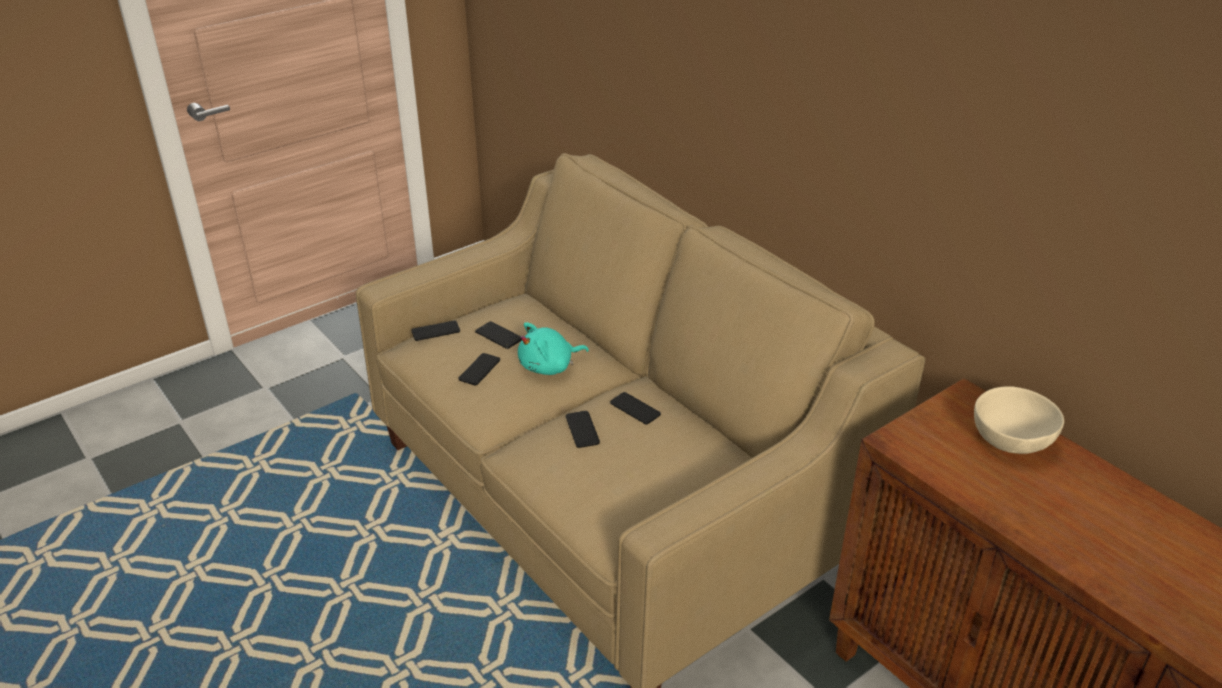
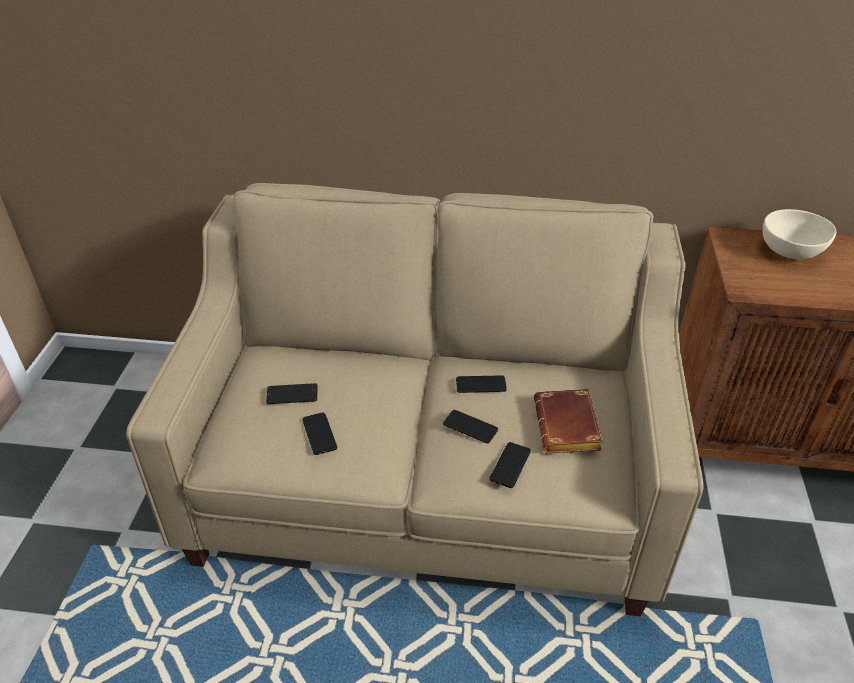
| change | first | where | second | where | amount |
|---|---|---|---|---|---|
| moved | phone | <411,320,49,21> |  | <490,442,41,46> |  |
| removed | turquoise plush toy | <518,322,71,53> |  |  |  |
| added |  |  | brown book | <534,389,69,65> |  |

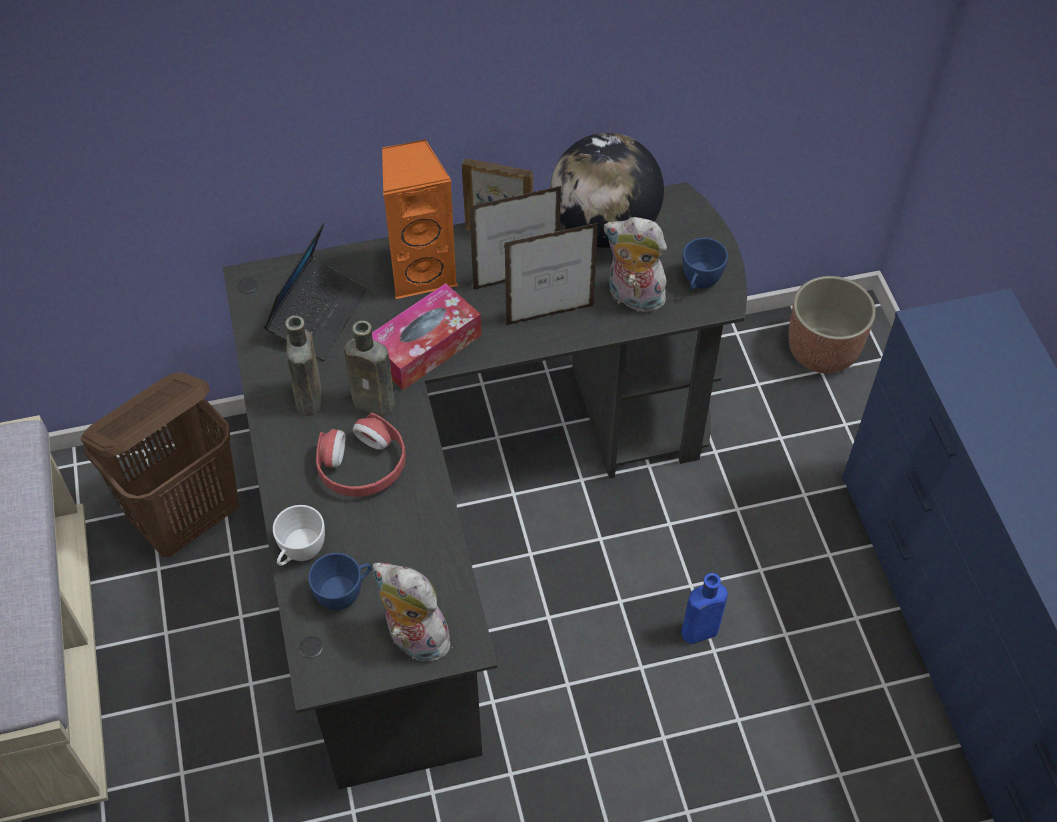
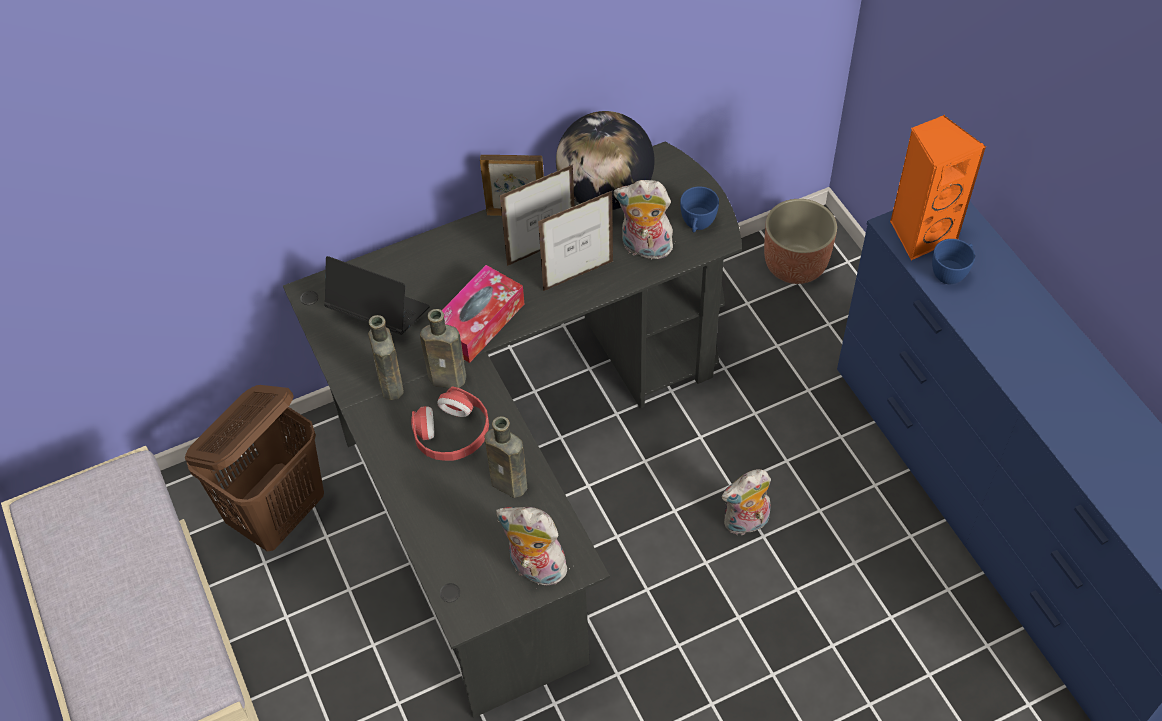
| change | first | where | second | where | amount |
|---|---|---|---|---|---|
| turned | laptop | <264,223,103,138> |  | <324,256,106,79> | 75 degrees counterclockwise |
| removed | white cup | <273,505,52,61> |  |  |  |
| moved | blue cup | <308,553,64,57> |  | <932,239,43,45> |  |
| moved | orange speaker | <382,139,76,160> |  | <890,115,96,145> |  |
| replaced | blue bottle | <681,573,47,71> | plush toy | <722,469,49,67> |  |
| added |  |  | brown bottle | <484,416,43,82> |  |

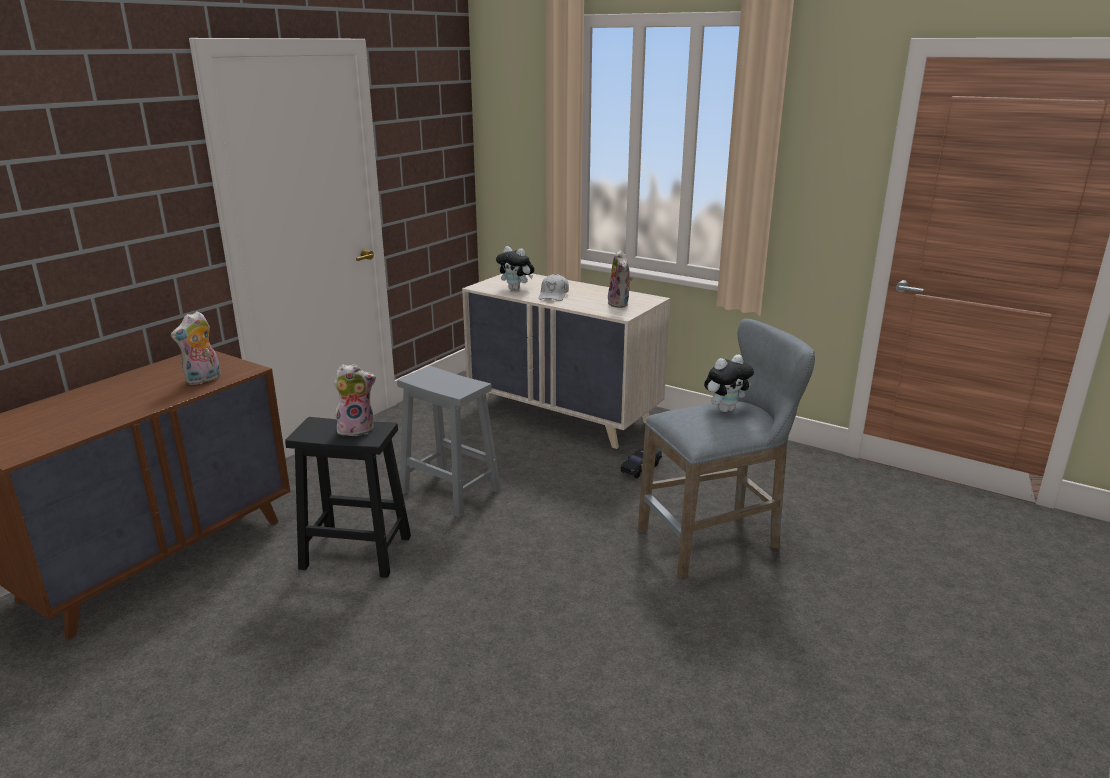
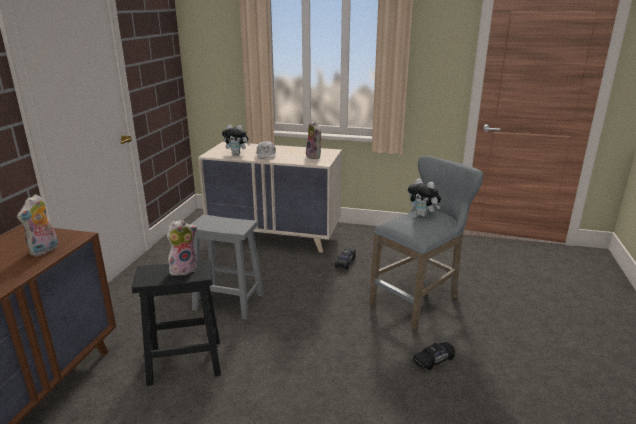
| change | first | where | second | where | amount |
|---|---|---|---|---|---|
| turned | plush toy | <704,355,50,57> |  | <408,178,33,39> | 90 degrees clockwise |
| added |  |  | black toy car | <413,342,42,28> |  |

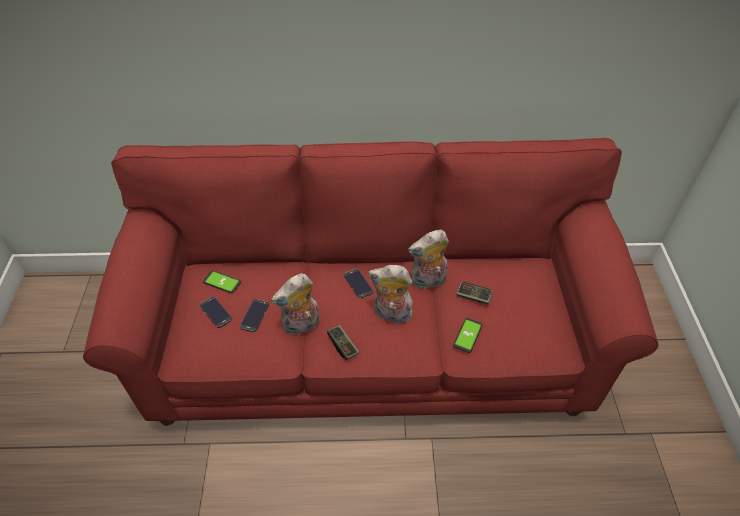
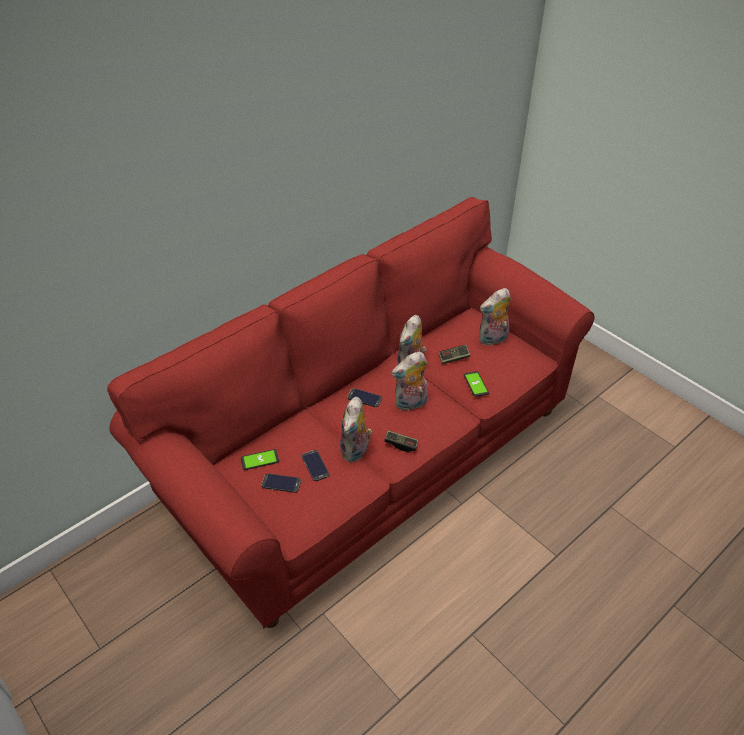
| change | first | where | second | where | amount |
|---|---|---|---|---|---|
| added |  |  | plush toy | <479,288,32,58> |  |

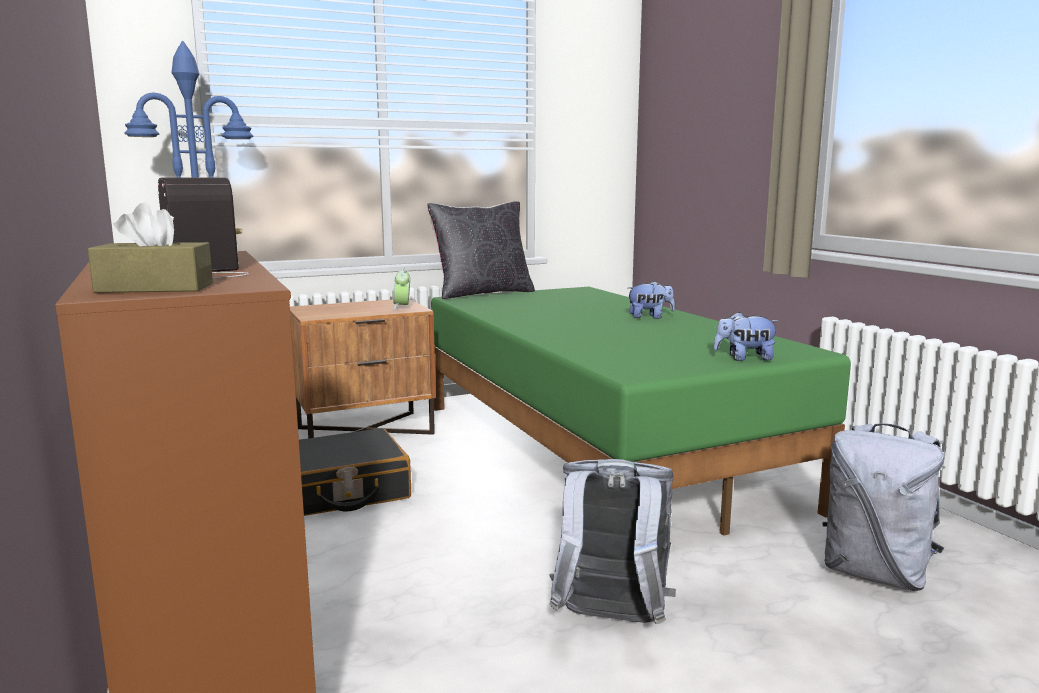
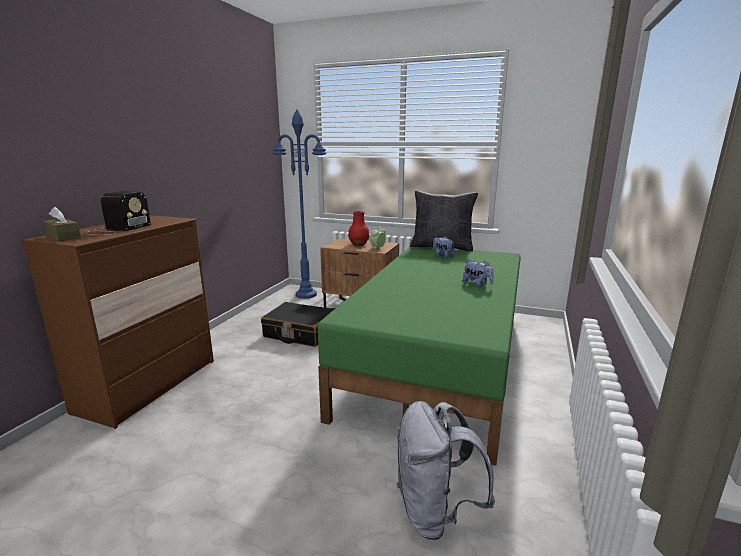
| change | first | where | second | where | amount |
|---|---|---|---|---|---|
| removed | grey backpack | <549,459,127,165> |  |  |  |
| moved | plush toy | <714,312,66,49> |  | <433,236,22,22> |  |
| added |  |  | red vase | <348,211,21,35> |  |

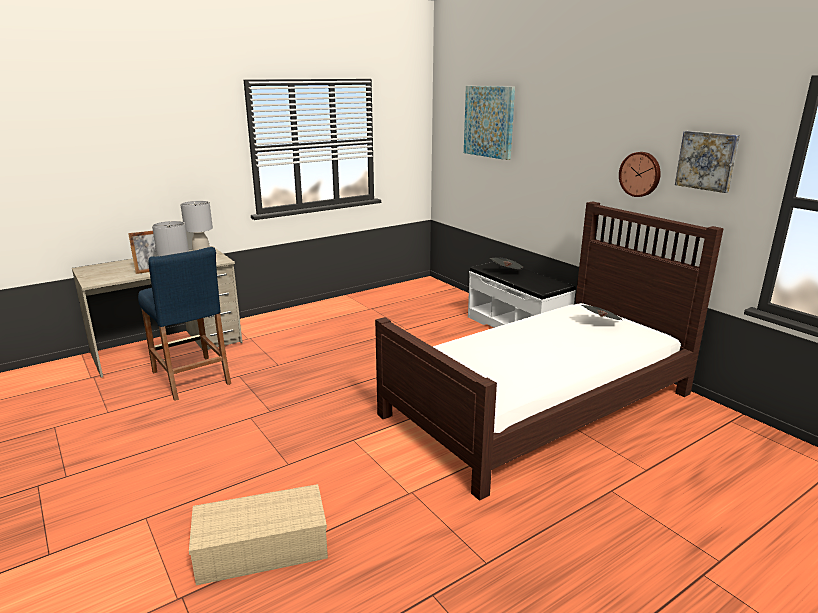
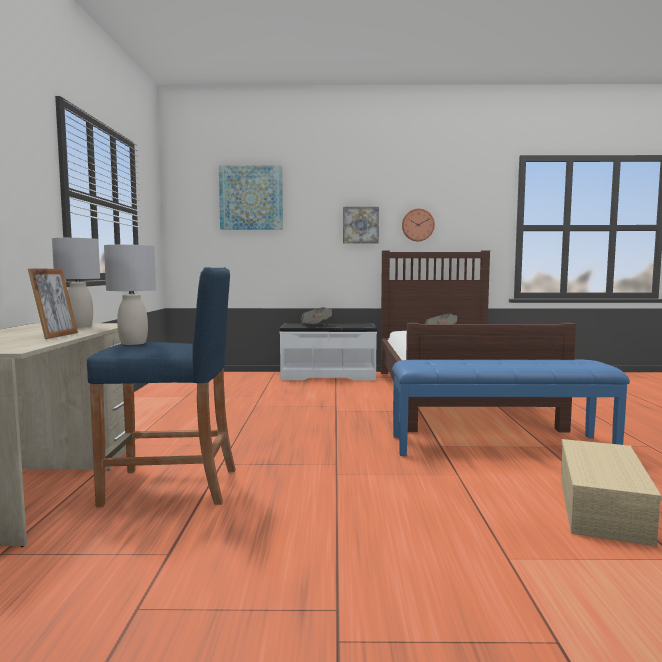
| change | first | where | second | where | amount |
|---|---|---|---|---|---|
| moved | picture | <675,131,65,62> |  | <343,207,36,36> |  |
| added |  |  | blue bench | <392,359,238,97> |  |

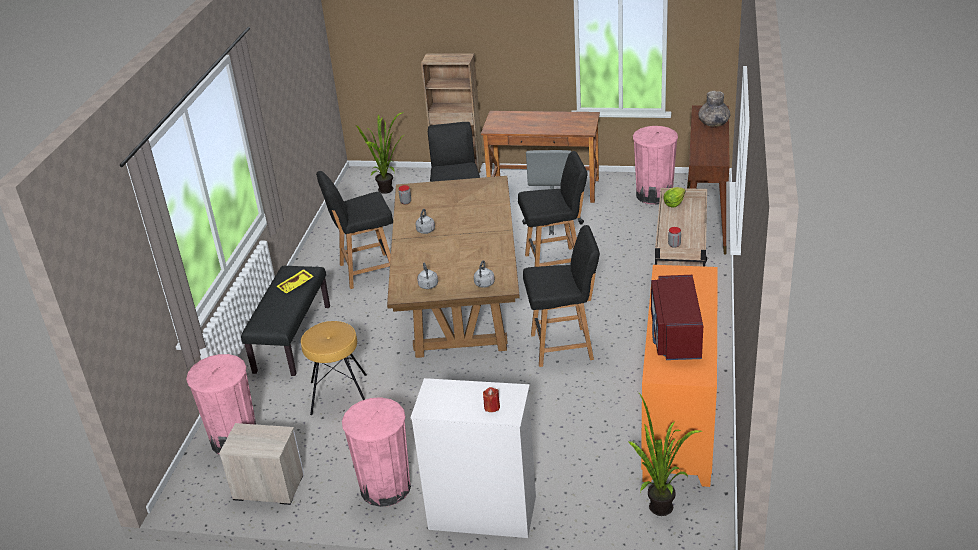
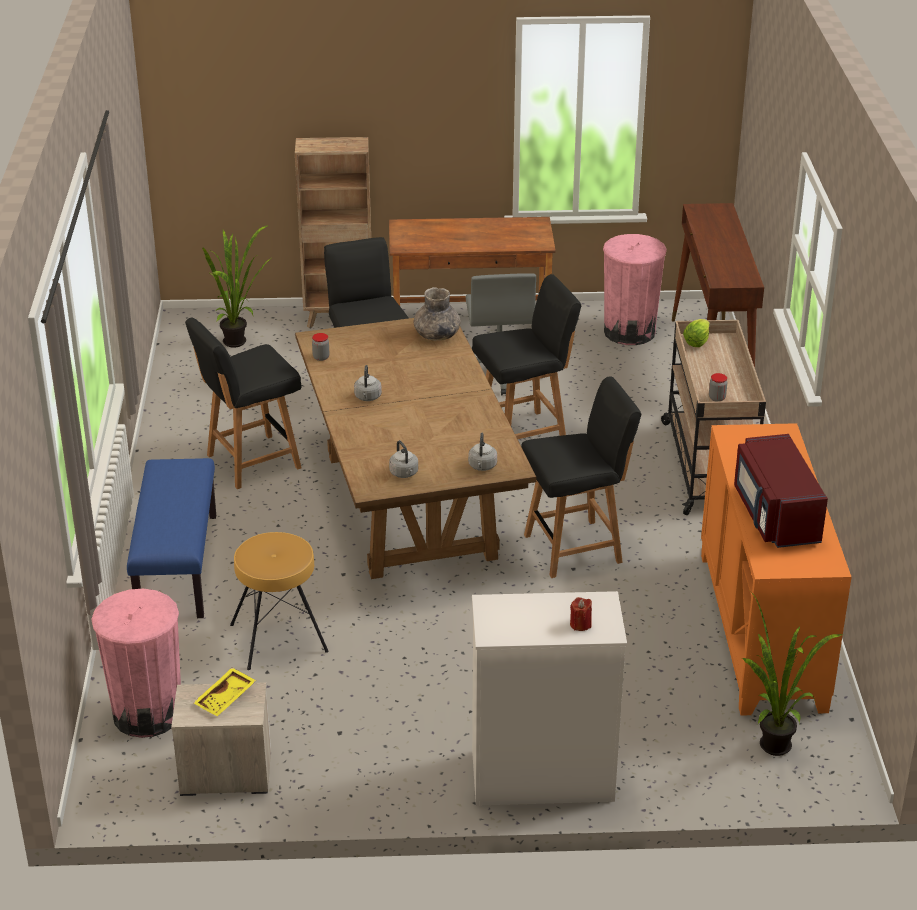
| change | first | where | second | where | amount |
|---|---|---|---|---|---|
| recoloured | black bench | <241,266,89,110> | blue bench | <127,458,89,160> |  |
| moved | yellow tray | <277,269,37,25> |  | <193,668,63,48> |  |
| removed | pink trash can | <342,397,69,110> |  |  |  |
| moved | grey vase | <698,91,33,36> |  | <414,287,47,54> |  |

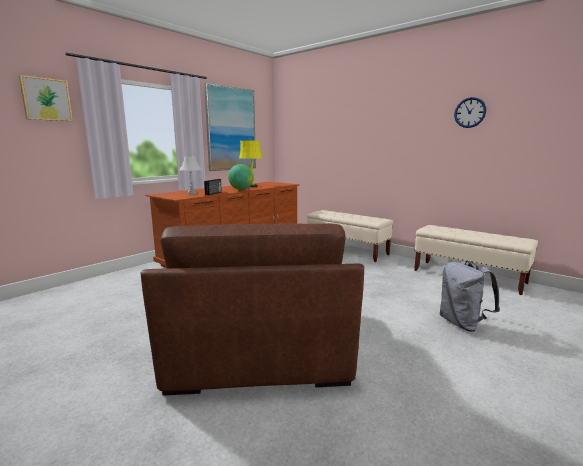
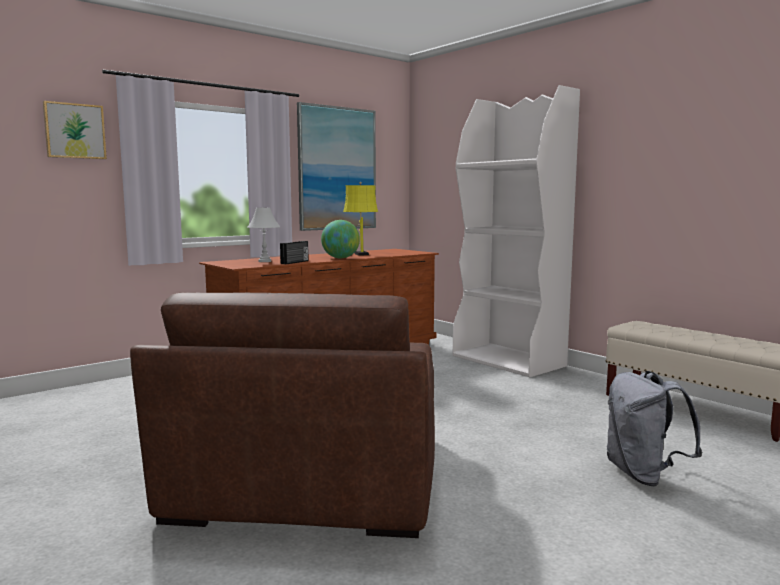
| change | first | where | second | where | amount |
|---|---|---|---|---|---|
| replaced | beige bench | <307,210,86,52> | white bookcase | <453,85,127,292> |  |
| removed | wall clock | <454,97,32,31> |  |  |  |

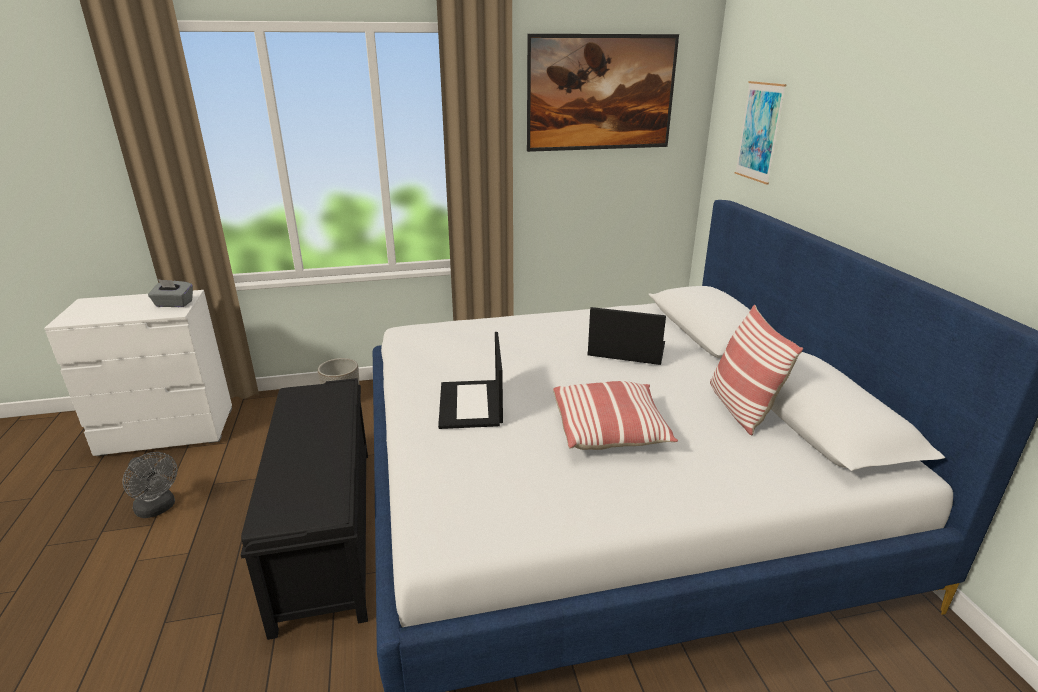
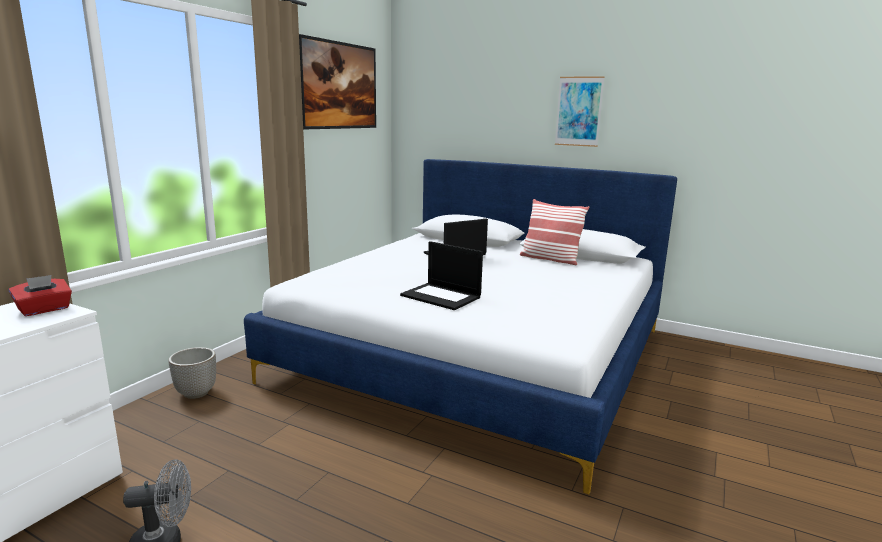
| change | first | where | second | where | amount |
|---|---|---|---|---|---|
| recoloured | grey tissue box | <148,279,45,28> | red tissue box | <9,275,63,41> |  |
| removed | black bench | <241,378,127,262> |  |  |  |
| removed | pillow | <553,381,125,69> |  |  |  |
| moved | picture | <735,81,52,103> |  | <555,76,50,71> |  |

